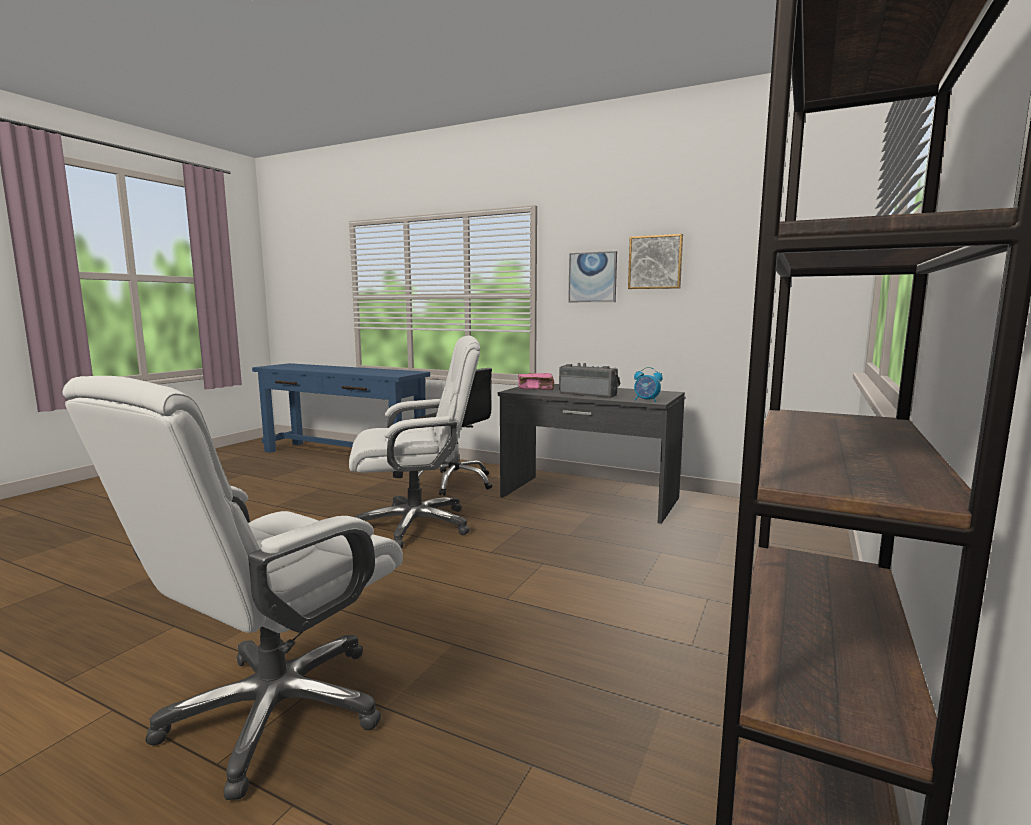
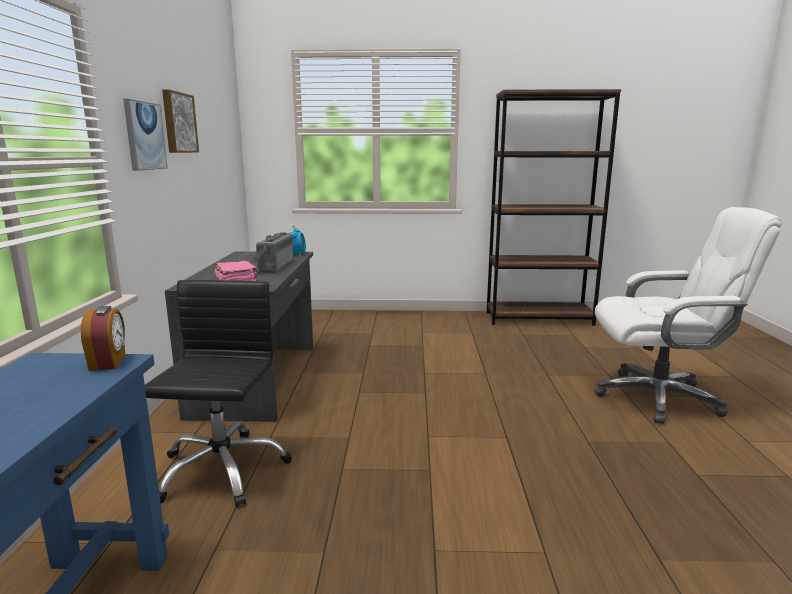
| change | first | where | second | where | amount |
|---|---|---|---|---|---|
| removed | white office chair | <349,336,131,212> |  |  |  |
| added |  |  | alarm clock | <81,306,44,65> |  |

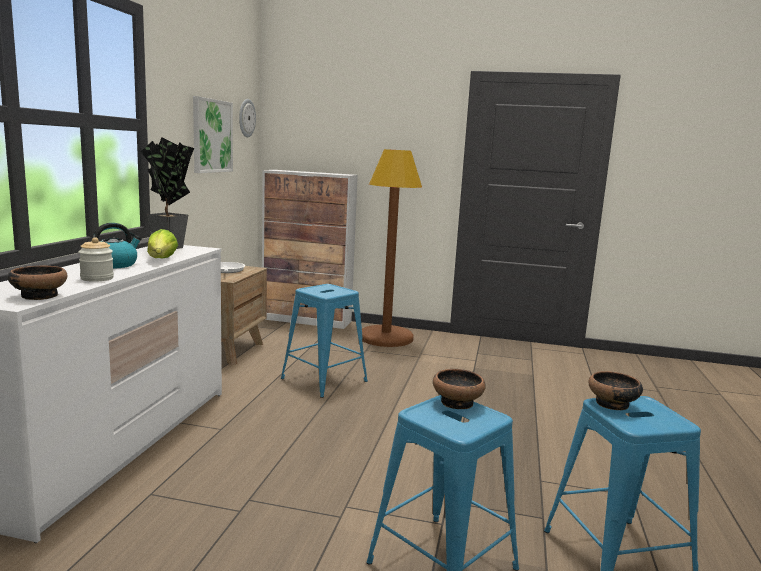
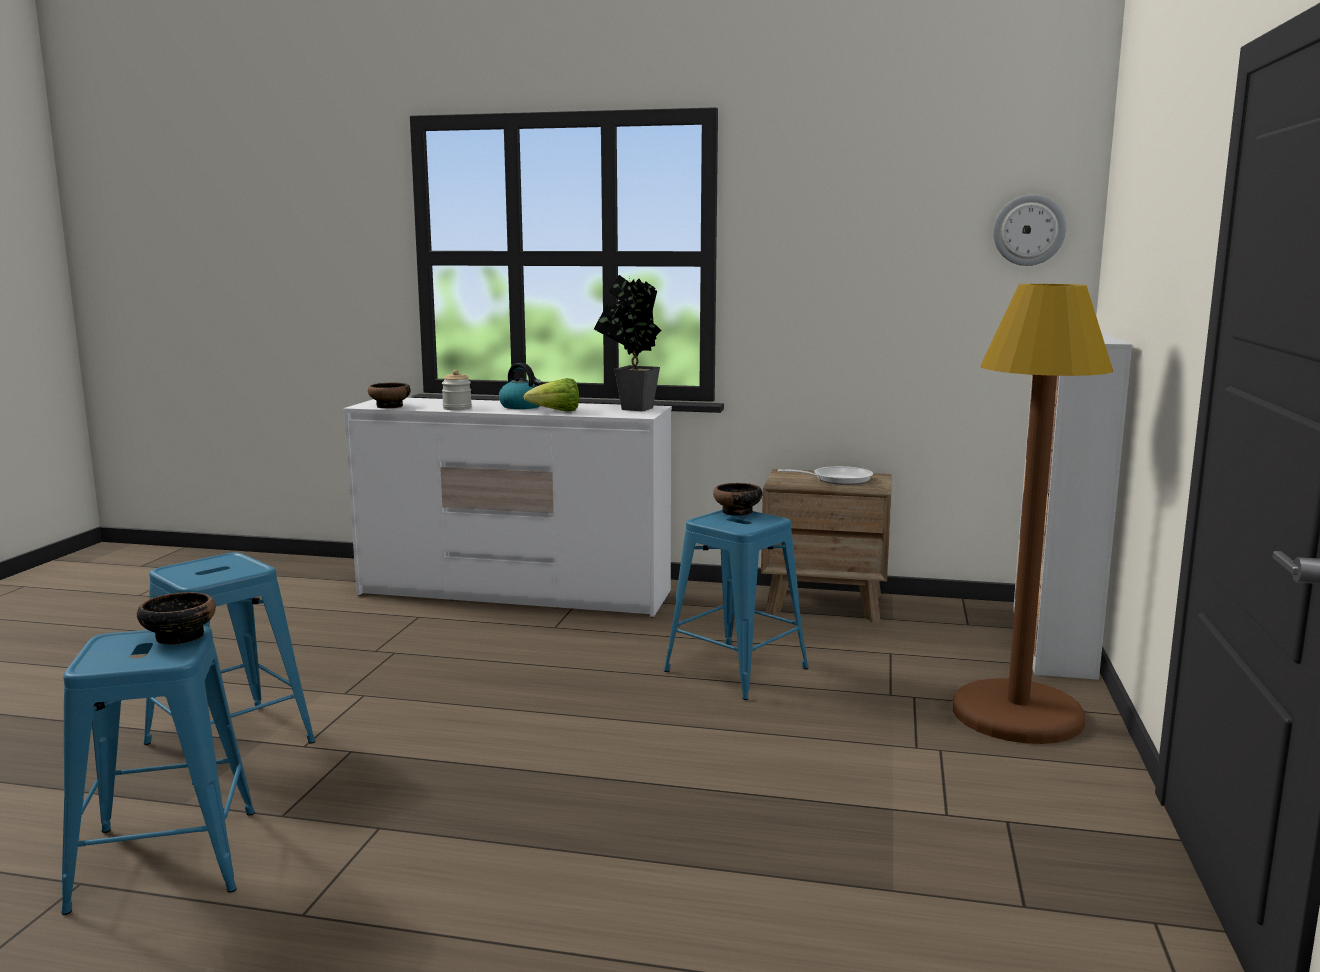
| change | first | where | second | where | amount |
|---|---|---|---|---|---|
| removed | picture | <193,96,40,77> |  |  |  |
| moved | bowl | <433,369,53,40> |  | <713,483,50,33> |  |

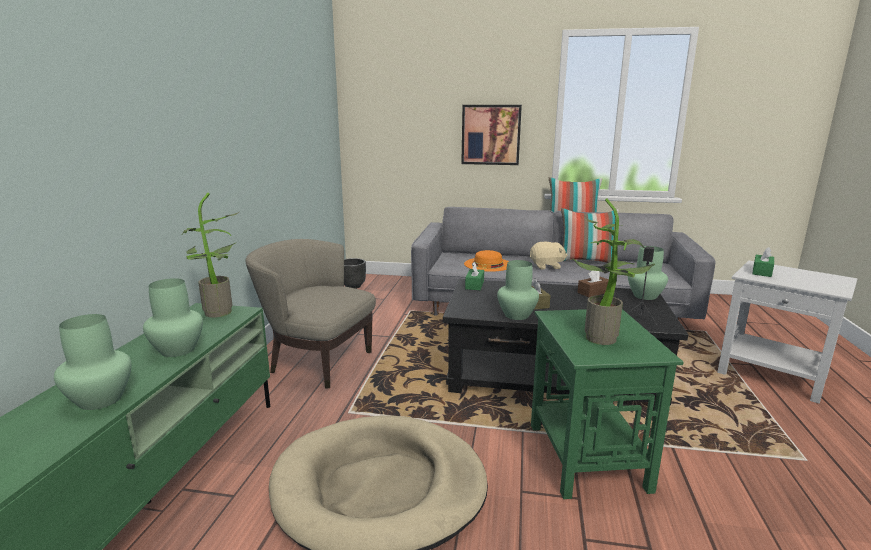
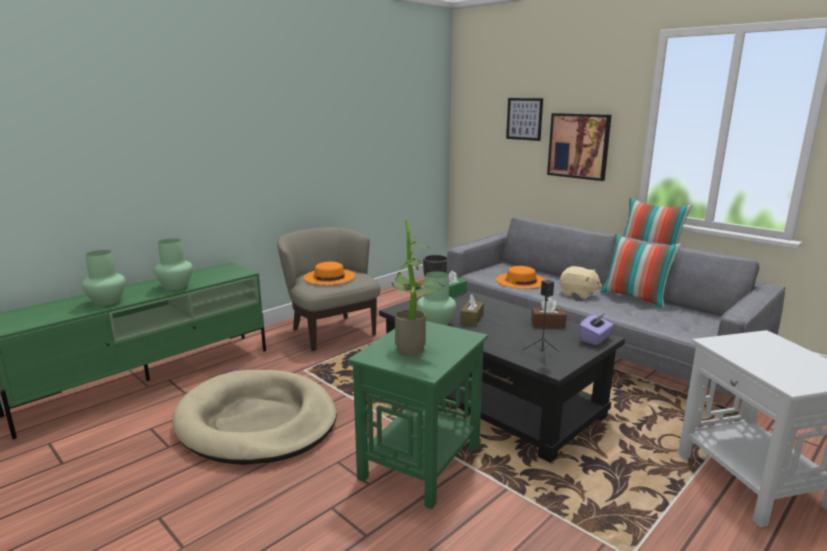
| change | first | where | second | where | amount |
|---|---|---|---|---|---|
| removed | potted plant | <181,193,58,124> |  |  |  |
| replaced | green vase | <628,246,40,54> | purple tissue box | <579,313,34,32> |  |
| removed | green tissue box | <752,247,22,30> |  |  |  |
| added |  |  | orange hat | <304,262,51,23> |  |
| added |  |  | picture | <506,98,37,43> |  |

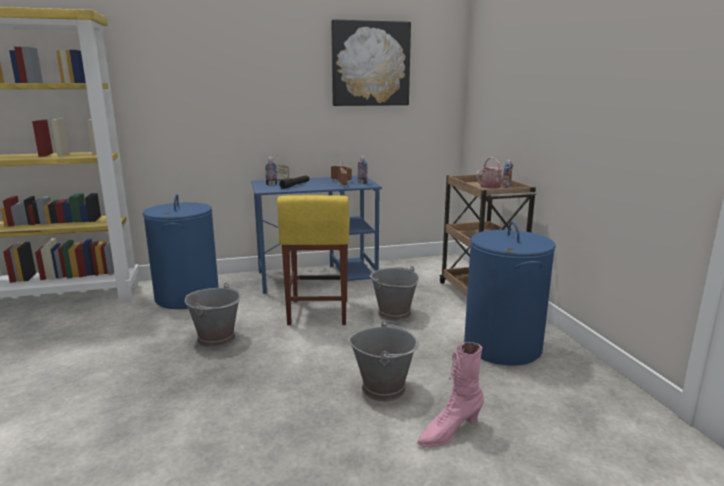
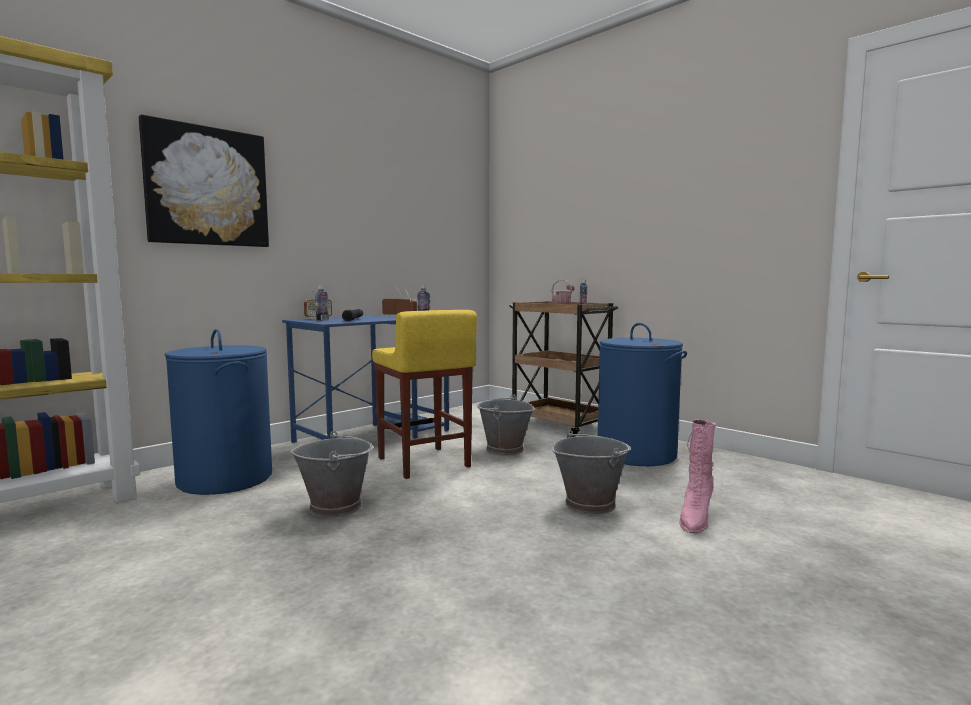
| change | first | where | second | where | amount |
|---|---|---|---|---|---|
| moved | picture | <331,19,80,87> |  | <139,114,130,133> |  |

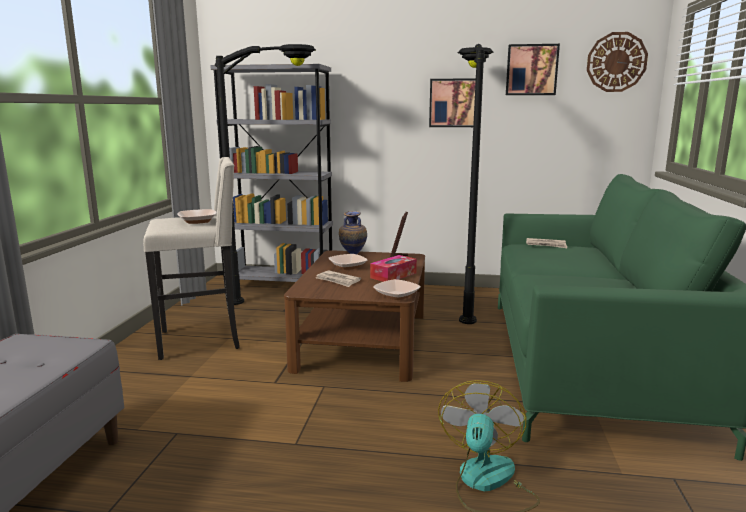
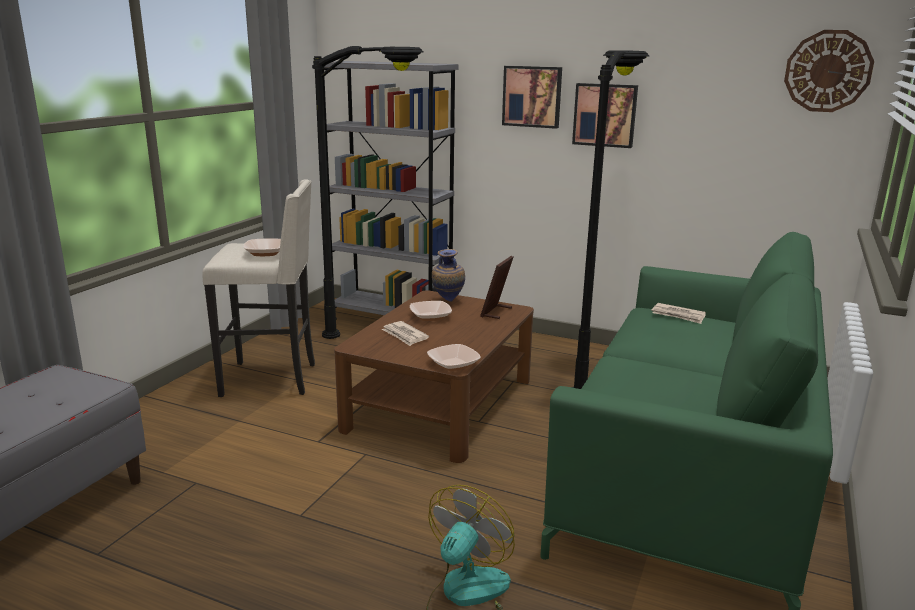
| change | first | where | second | where | amount |
|---|---|---|---|---|---|
| removed | tissue box | <370,255,47,27> |  |  |  |
| moved | picture | <506,44,54,51> |  | <502,66,60,63> |  |

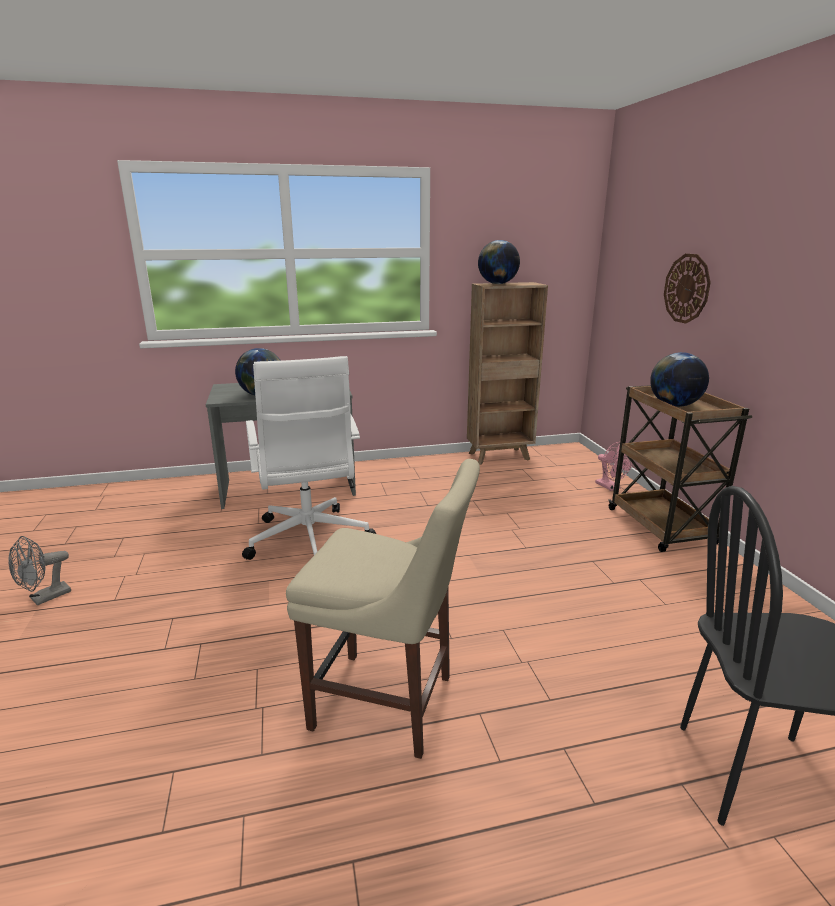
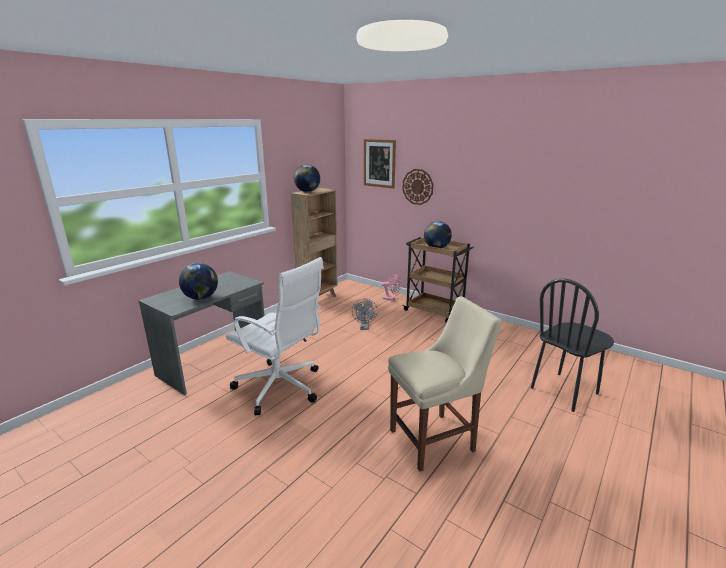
| change | first | where | second | where | amount |
|---|---|---|---|---|---|
| moved | grey fan | <8,536,63,70> |  | <352,299,26,31> |  |
| added |  |  | picture | <364,139,32,49> |  |

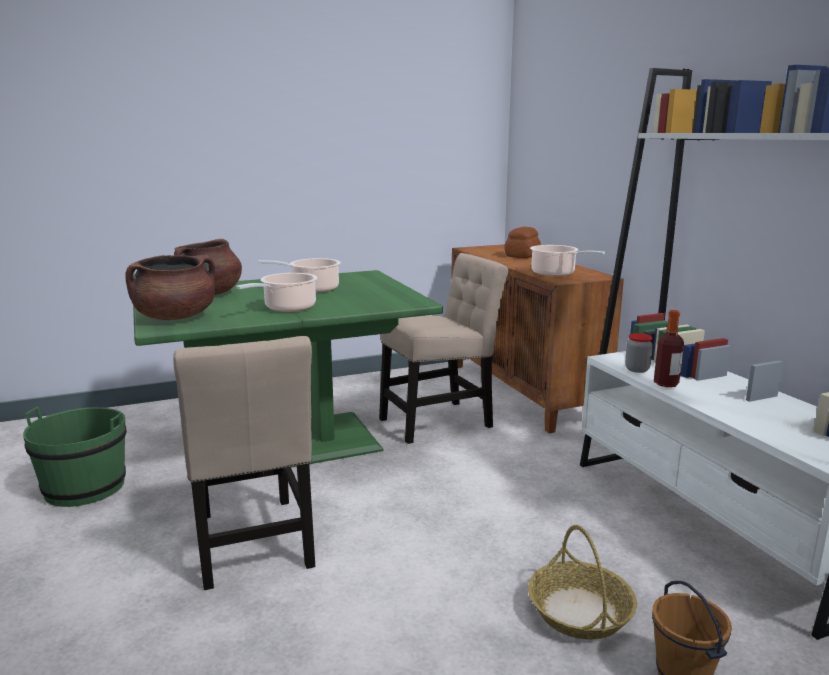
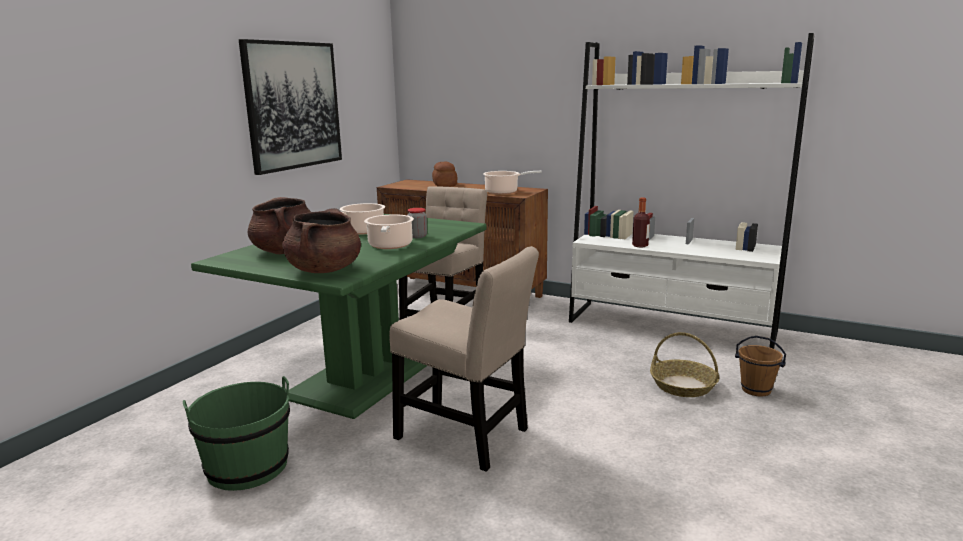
| change | first | where | second | where | amount |
|---|---|---|---|---|---|
| moved | jar | <625,333,28,40> |  | <407,208,20,30> |  |
| added |  |  | picture | <238,39,104,136> |  |

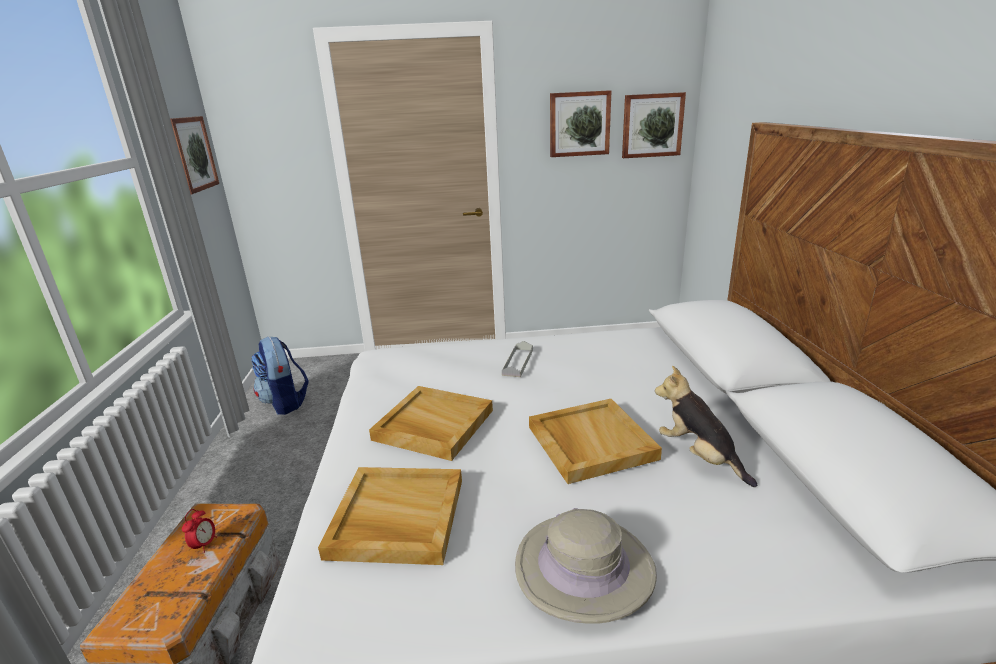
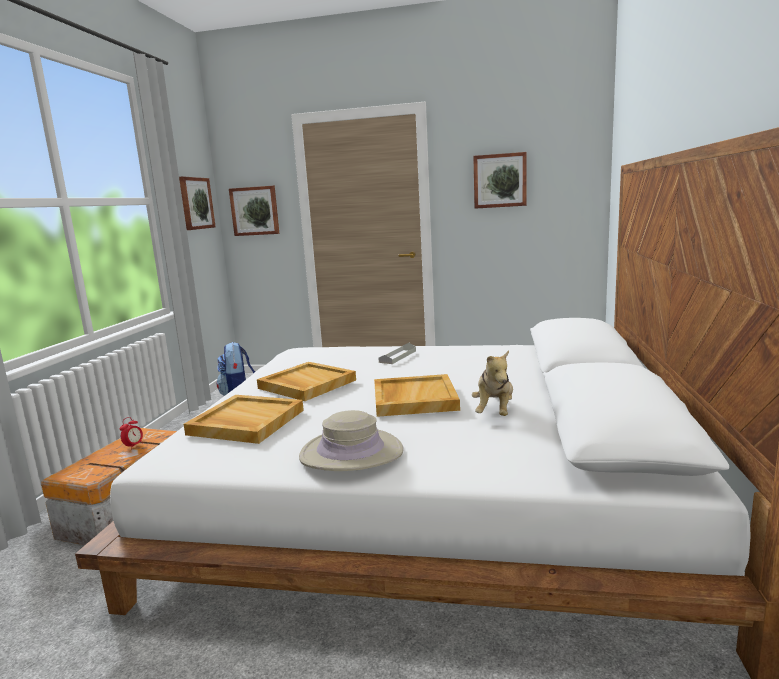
| change | first | where | second | where | amount |
|---|---|---|---|---|---|
| moved | picture | <622,92,64,66> |  | <229,186,51,50> |  |
| turned | plush toy | <655,366,102,121> |  | <472,350,41,66> | 150 degrees counterclockwise |

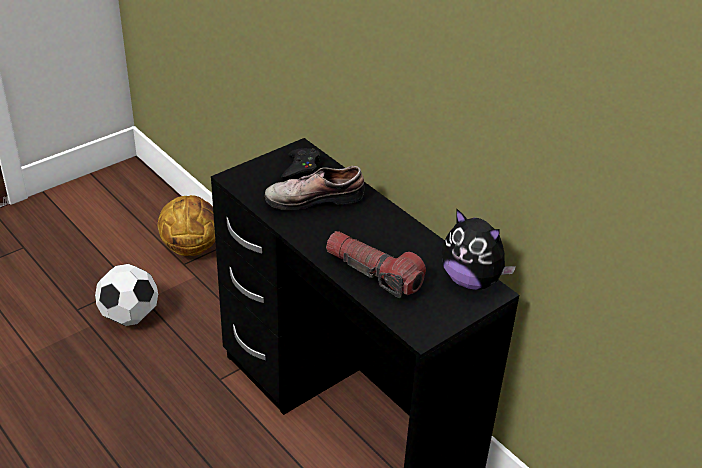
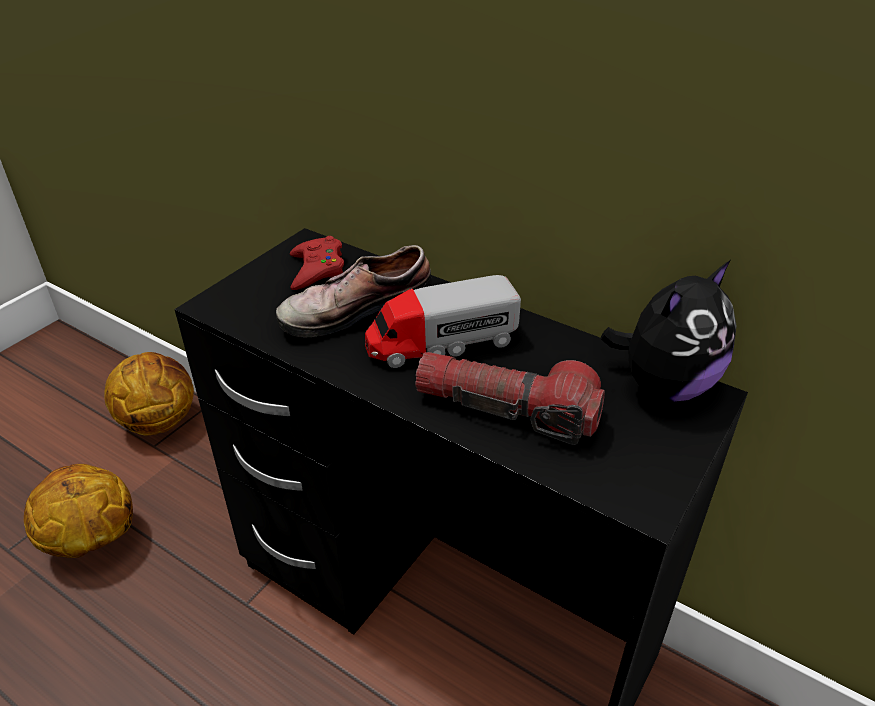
| change | first | where | second | where | amount |
|---|---|---|---|---|---|
| replaced | football | <95,264,63,62> | basketball | <24,464,109,94> |  |
| recoloured | black game controller | <281,148,39,31> | red game controller | <290,236,54,54> |  |
| turned | plush toy | <442,209,74,81> |  | <601,260,136,142> | 60 degrees counterclockwise |
| added |  |  | toy truck | <365,275,156,93> |  |

